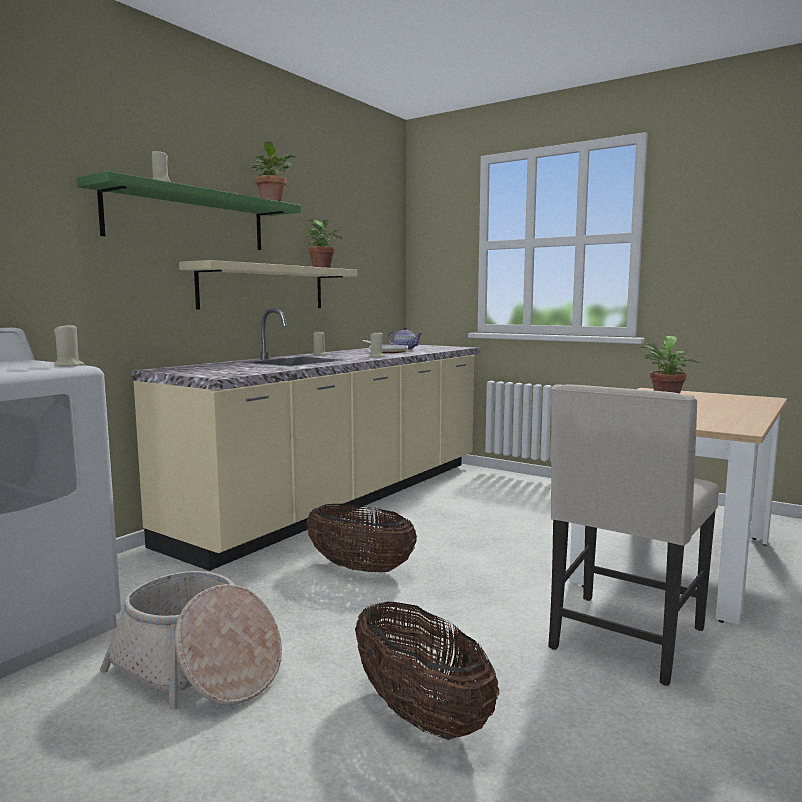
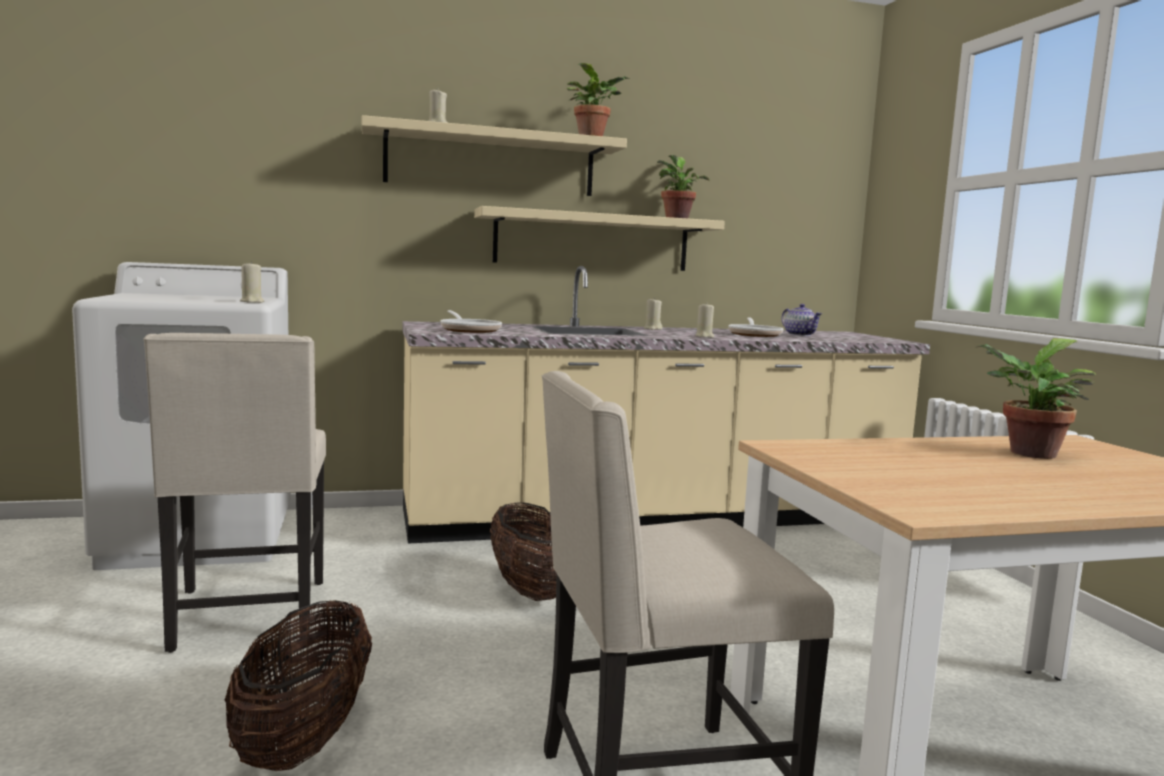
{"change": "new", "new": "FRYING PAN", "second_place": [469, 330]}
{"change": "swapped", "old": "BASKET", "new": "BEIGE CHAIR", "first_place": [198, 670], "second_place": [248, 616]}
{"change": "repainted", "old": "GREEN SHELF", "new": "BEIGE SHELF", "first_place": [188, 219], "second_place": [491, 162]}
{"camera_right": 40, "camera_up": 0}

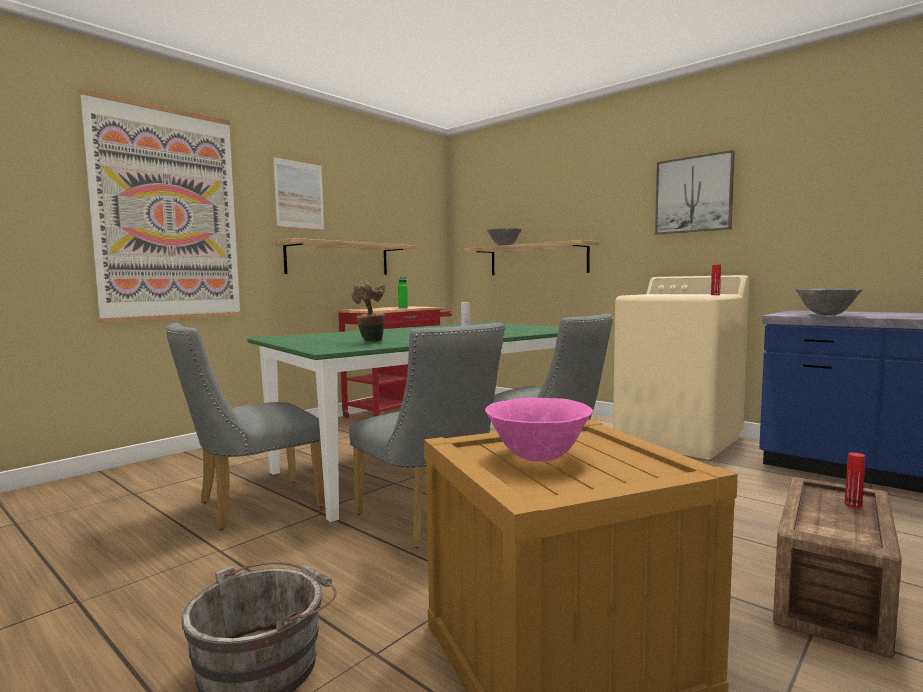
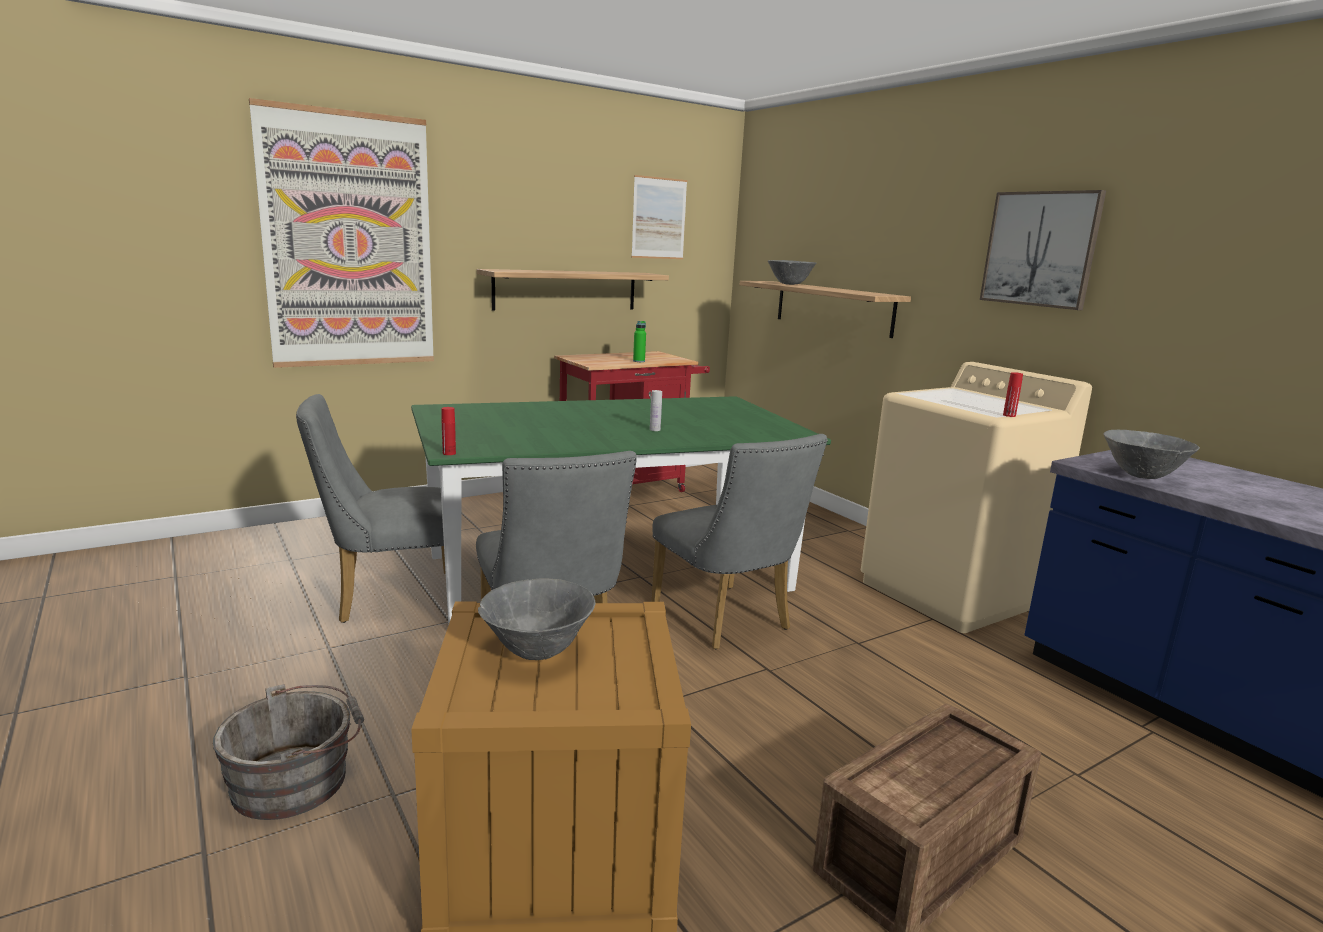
{"change": "gone", "old": "POTTED PLANT", "first_place": [370, 342]}
{"change": "shifted", "old": "PICTURE", "first_place": [299, 195], "second_place": [659, 218]}
{"change": "shifted", "old": "RED BOTTLE", "first_place": [853, 505], "second_place": [449, 453]}
{"change": "repainted", "old": "PINK BOWL", "new": "GREY BOWL", "first_place": [538, 458], "second_place": [537, 652]}
{"camera_right": 15, "camera_up": 10}

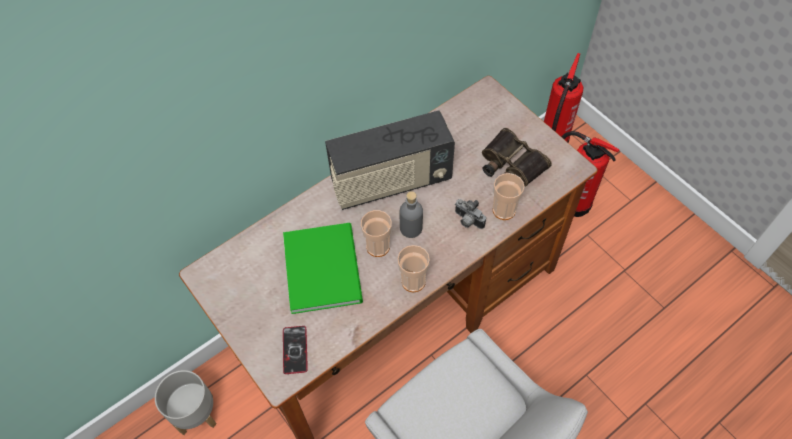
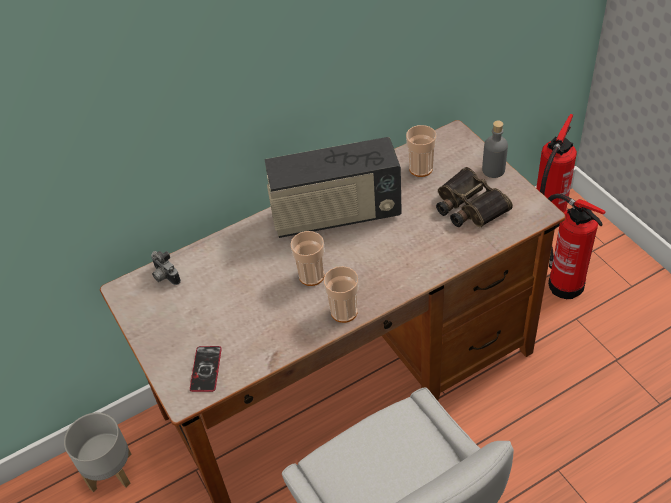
{"change": "gone", "old": "GREEN BOOK", "first_place": [324, 266]}
{"change": "shifted", "old": "GREY BOTTLE", "first_place": [411, 228], "second_place": [493, 170]}
{"change": "shifted", "old": "PHOTO CAMERA", "first_place": [467, 221], "second_place": [164, 277]}
{"change": "shifted", "old": "CUP", "first_place": [504, 210], "second_place": [421, 169]}
{"camera_right": 10, "camera_up": -10}

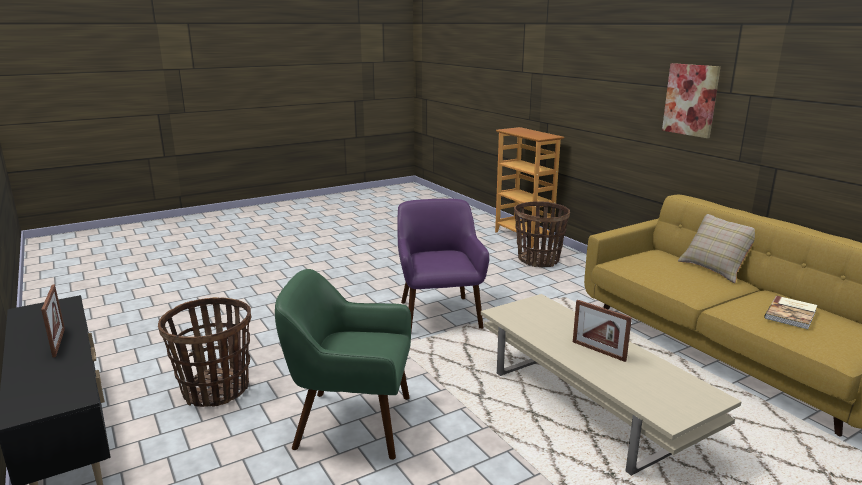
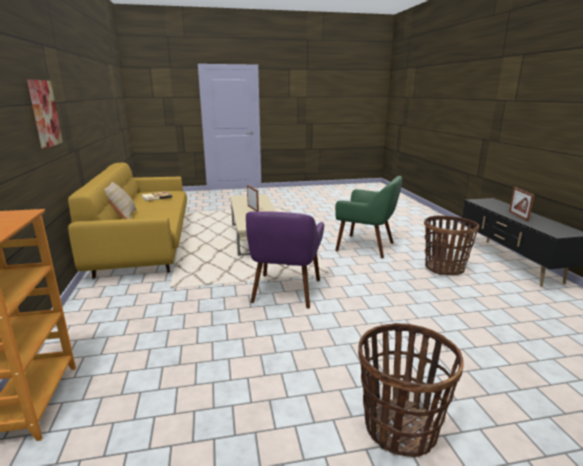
{"change": "shifted", "old": "BASKET", "first_place": [538, 260], "second_place": [399, 427]}
{"camera_right": -160, "camera_up": 0}

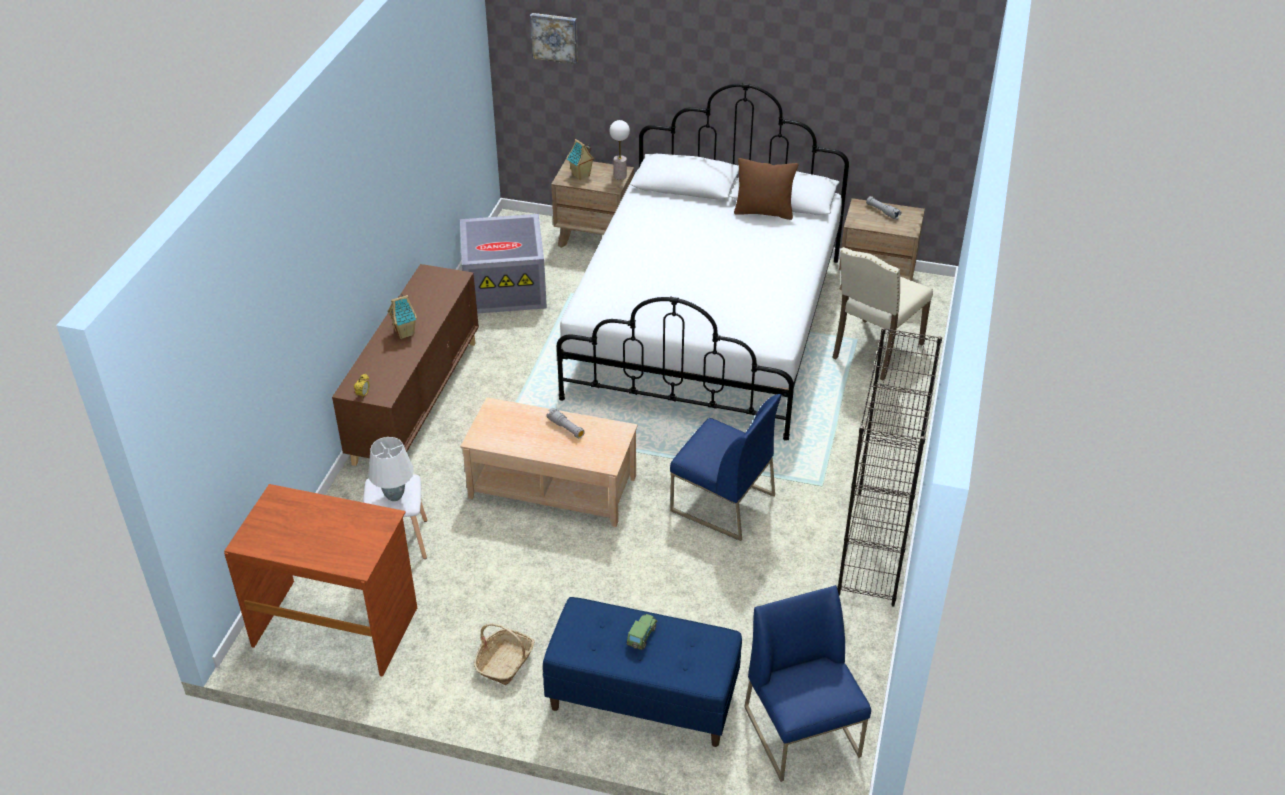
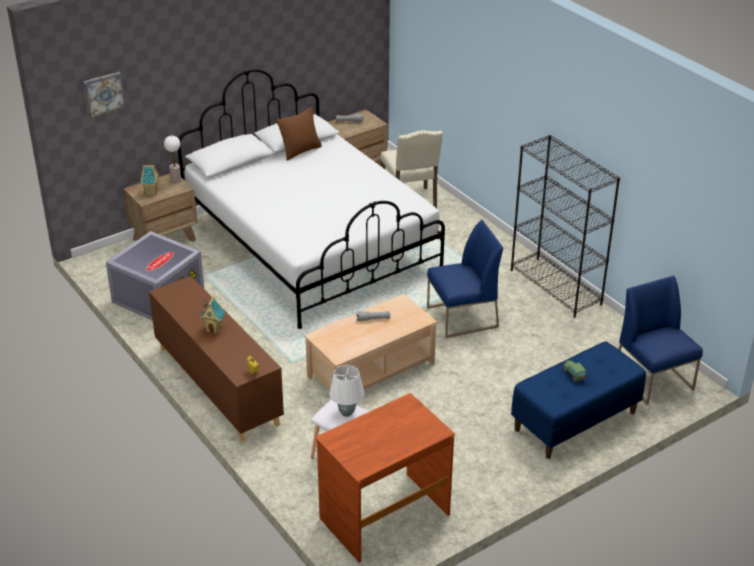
{"change": "gone", "old": "BASKET", "first_place": [505, 662]}
{"change": "rotated", "old": "BLUE CHAIR", "first_place": [803, 732], "second_place": [654, 379], "degrees": 45}
{"camera_right": -50, "camera_up": -5}

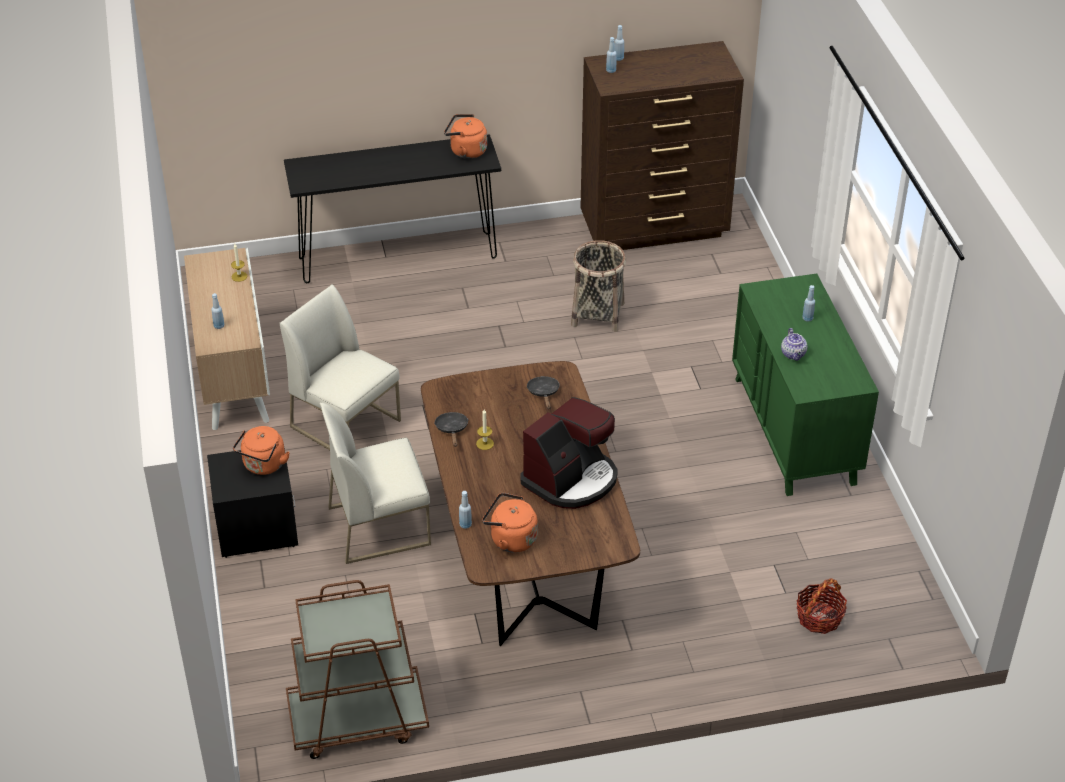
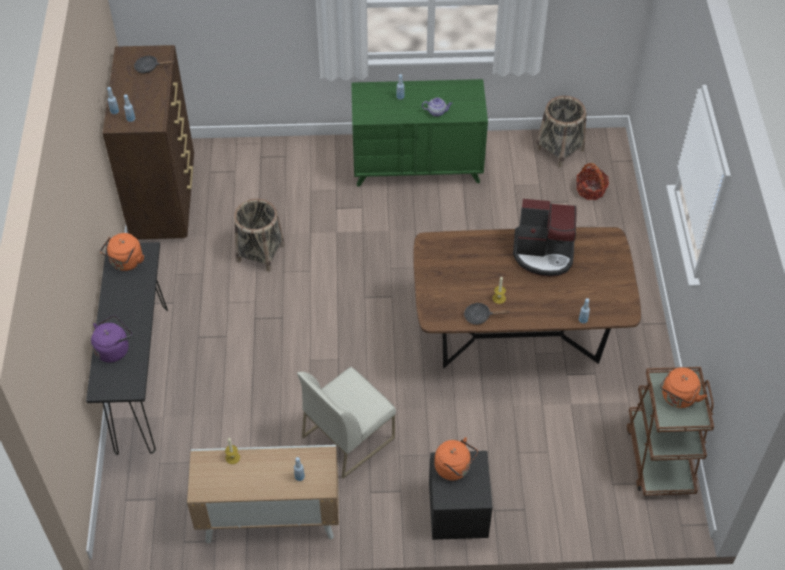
{"change": "gone", "old": "WHITE CHAIR", "first_place": [379, 525]}
{"change": "new", "new": "PURPLE KETTLE", "second_place": [114, 349]}
{"change": "new", "new": "BASKET", "second_place": [559, 149]}
{"change": "shifted", "old": "ORANGE KETTLE", "first_place": [510, 539], "second_place": [678, 398]}
{"change": "shifted", "old": "BLACK FRYING PAN", "first_place": [543, 393], "second_place": [149, 67]}
{"change": "rotated", "old": "COFFEE MACHINE", "first_place": [571, 479], "second_place": [544, 253], "degrees": 135}
{"camera_right": -80, "camera_up": 10}

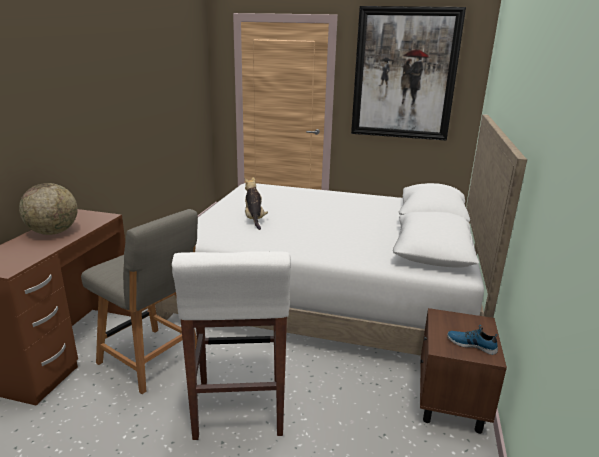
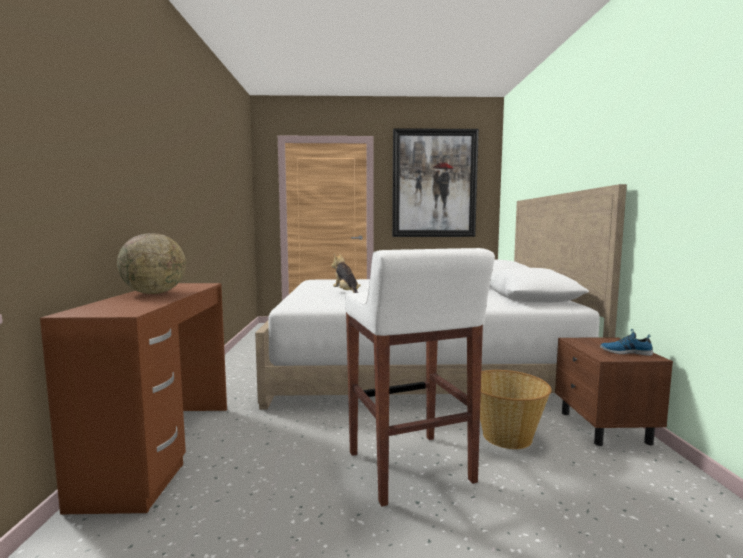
{"change": "gone", "old": "GREY CHAIR", "first_place": [152, 360]}
{"change": "new", "new": "BASKET", "second_place": [506, 436]}
{"camera_right": -15, "camera_up": -15}

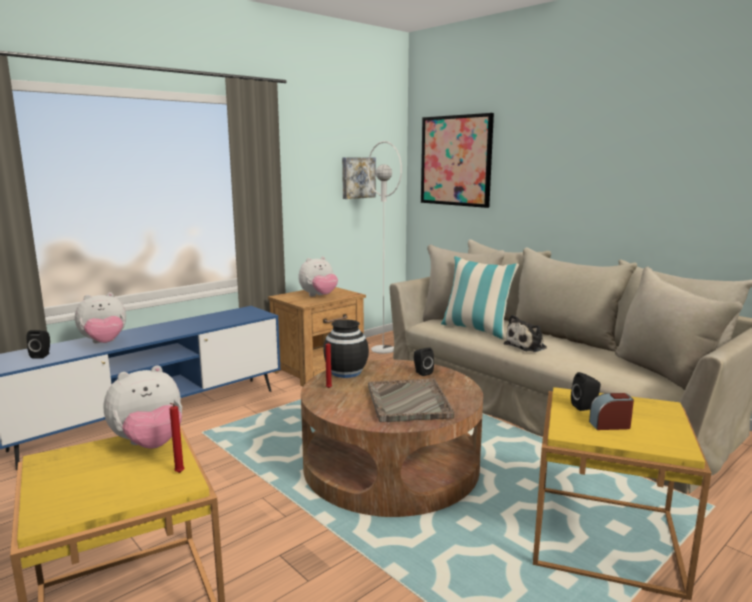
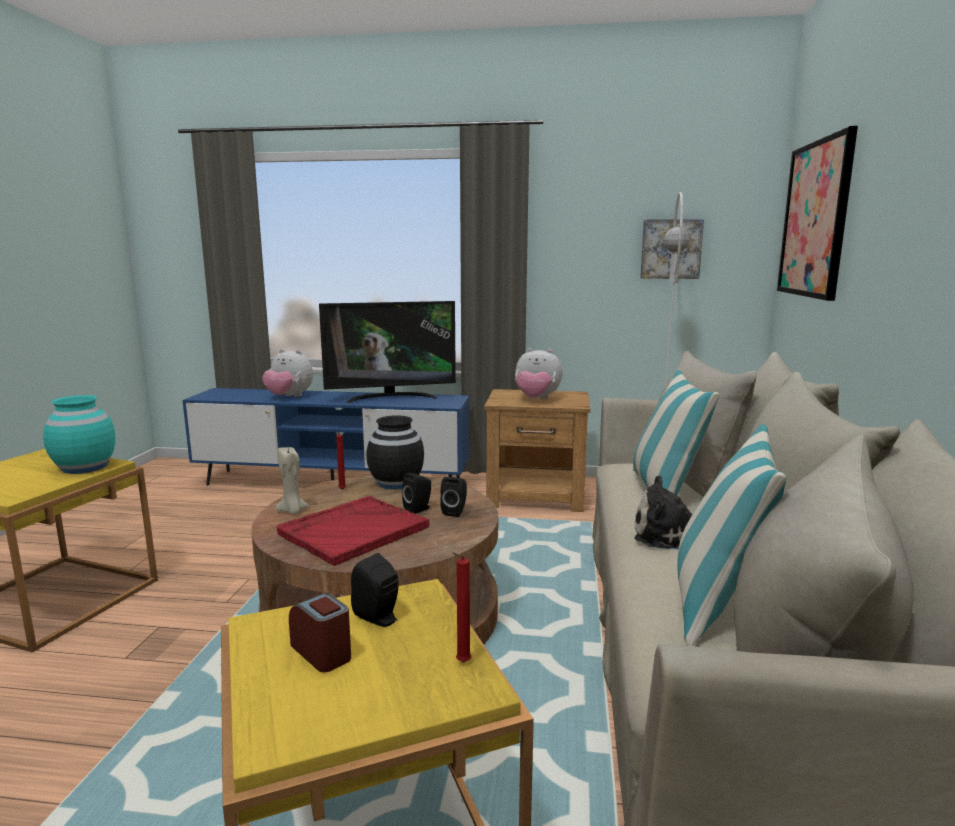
{"change": "new", "new": "BEIGE CANDLE", "second_place": [292, 511]}
{"change": "new", "new": "TELEVISION", "second_place": [390, 397]}
{"change": "new", "new": "PILLOW", "second_place": [718, 602]}
{"change": "shifted", "old": "BLACK SPEAKER", "first_place": [42, 355], "second_place": [419, 509]}
{"change": "shifted", "old": "RED CANDLE", "first_place": [179, 473], "second_place": [461, 663]}
{"change": "swapped", "old": "PLUSH TOY", "new": "TURQUOISE VASE", "first_place": [149, 444], "second_place": [84, 467]}
{"change": "repainted", "old": "GREY TRAY", "new": "RED TRAY", "first_place": [408, 402], "second_place": [352, 531]}
{"camera_right": 50, "camera_up": 0}

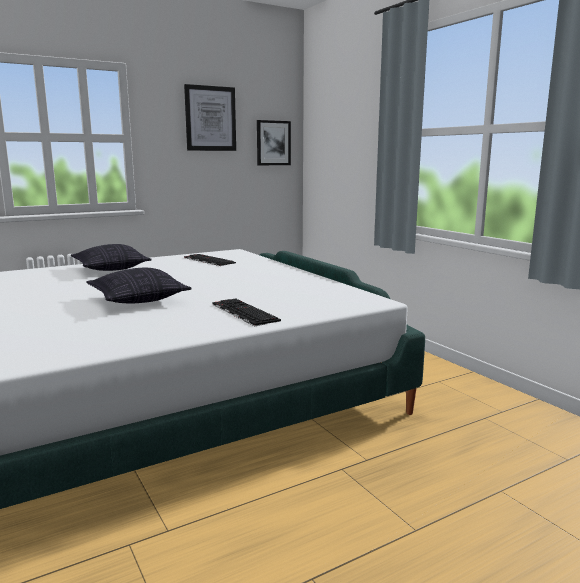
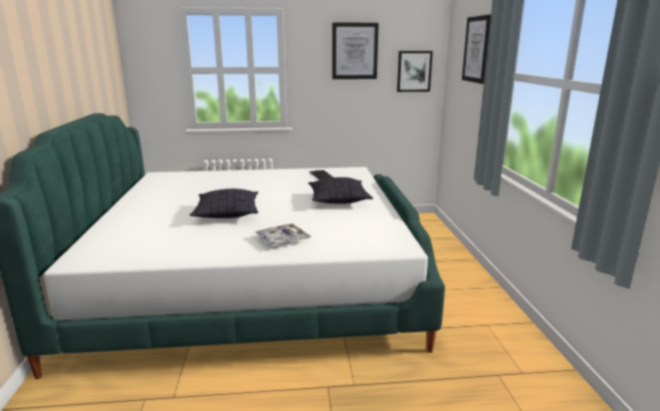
{"change": "new", "new": "PICTURE", "second_place": [476, 49]}
{"change": "shifted", "old": "PILLOW", "first_place": [111, 269], "second_place": [338, 200]}
{"change": "swapped", "old": "KEYBOARD", "new": "TRAY", "first_place": [243, 312], "second_place": [282, 240]}
{"camera_right": 25, "camera_up": 5}

